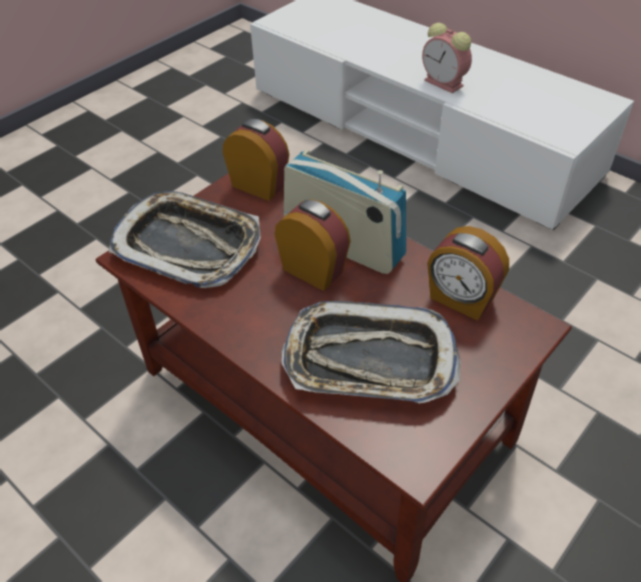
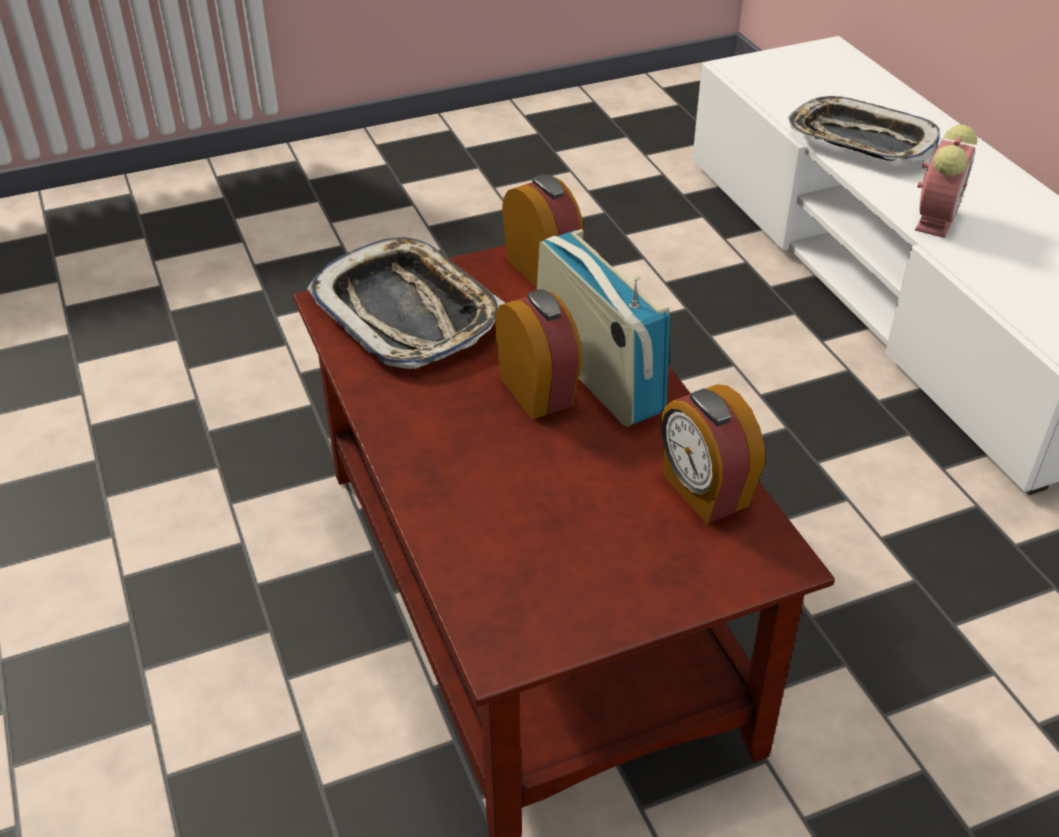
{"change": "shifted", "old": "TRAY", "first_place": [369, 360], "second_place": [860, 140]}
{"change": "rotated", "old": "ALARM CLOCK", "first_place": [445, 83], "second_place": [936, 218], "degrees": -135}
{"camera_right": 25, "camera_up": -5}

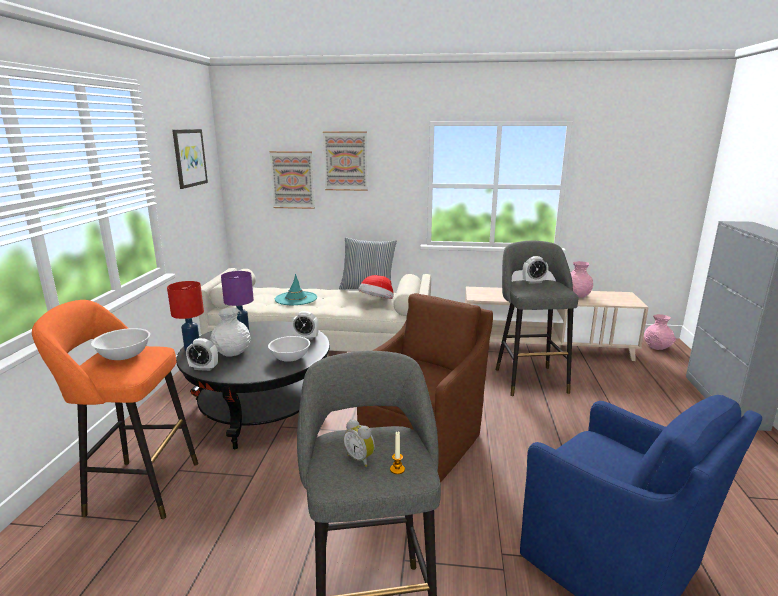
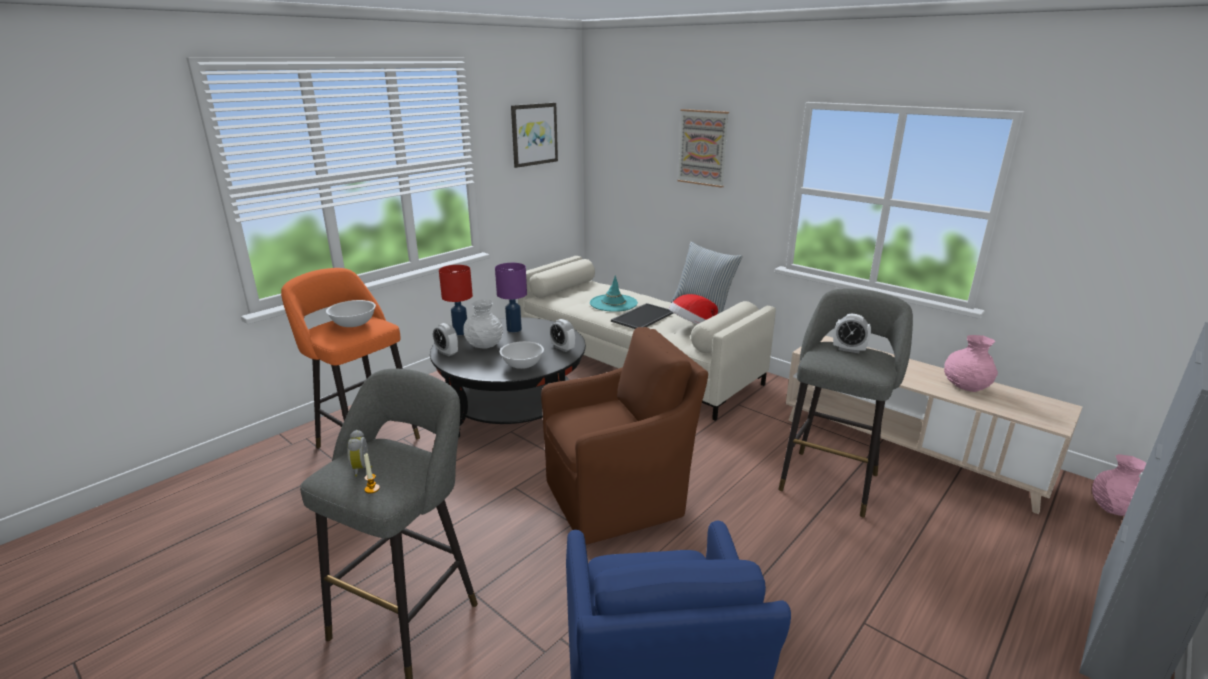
{"change": "gone", "old": "PICTURE", "first_place": [292, 180]}
{"change": "new", "new": "TRAY", "second_place": [642, 316]}
{"camera_right": 35, "camera_up": 5}

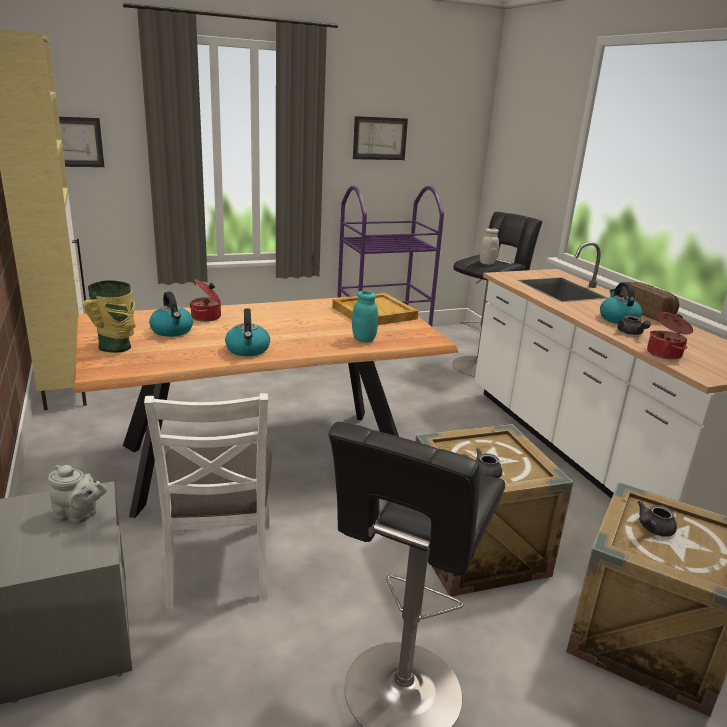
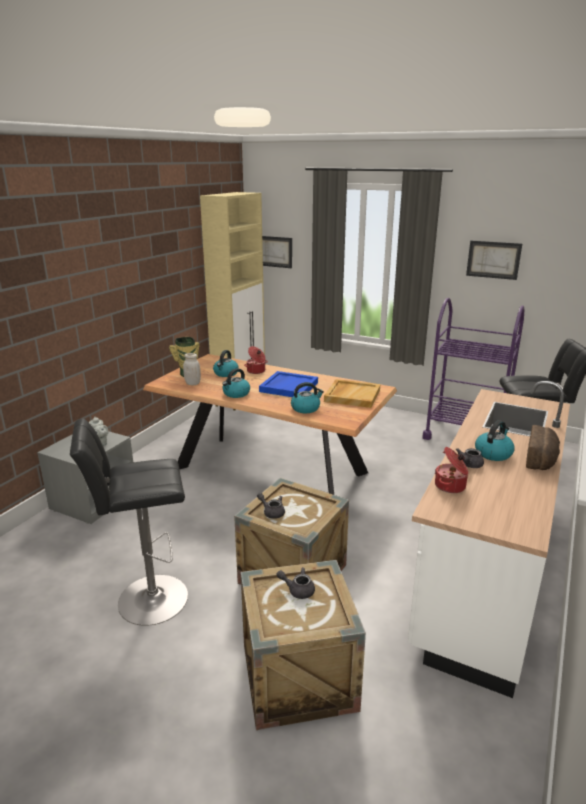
{"change": "gone", "old": "WHITE CHAIR", "first_place": [219, 562]}
{"change": "new", "new": "BLUE TRAY", "second_place": [288, 387]}
{"change": "shifted", "old": "WHITE JAR", "first_place": [487, 263], "second_place": [192, 383]}
{"change": "swapped", "old": "TURQUOISE JAR", "new": "KETTLE", "first_place": [364, 339], "second_place": [306, 408]}
{"camera_right": 50, "camera_up": 0}

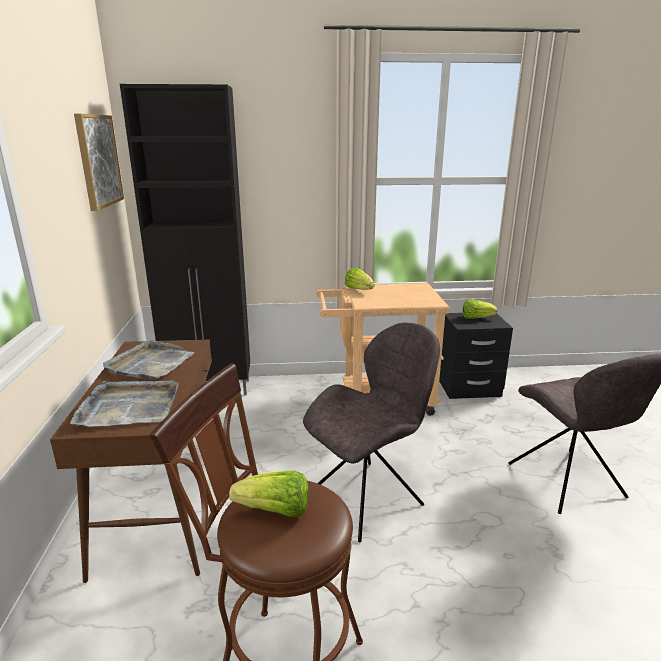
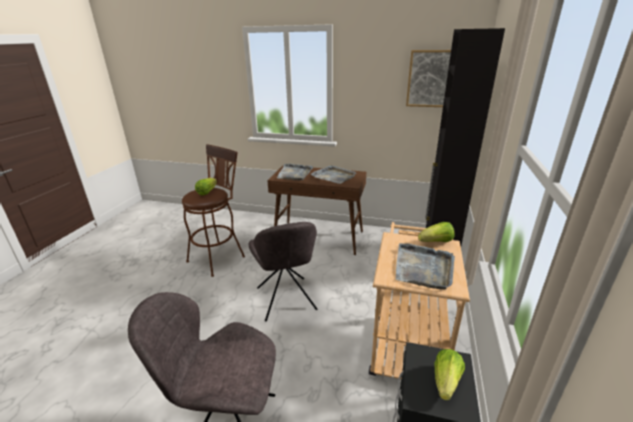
{"change": "new", "new": "GREY TRAY", "second_place": [423, 268]}
{"camera_right": 110, "camera_up": 5}

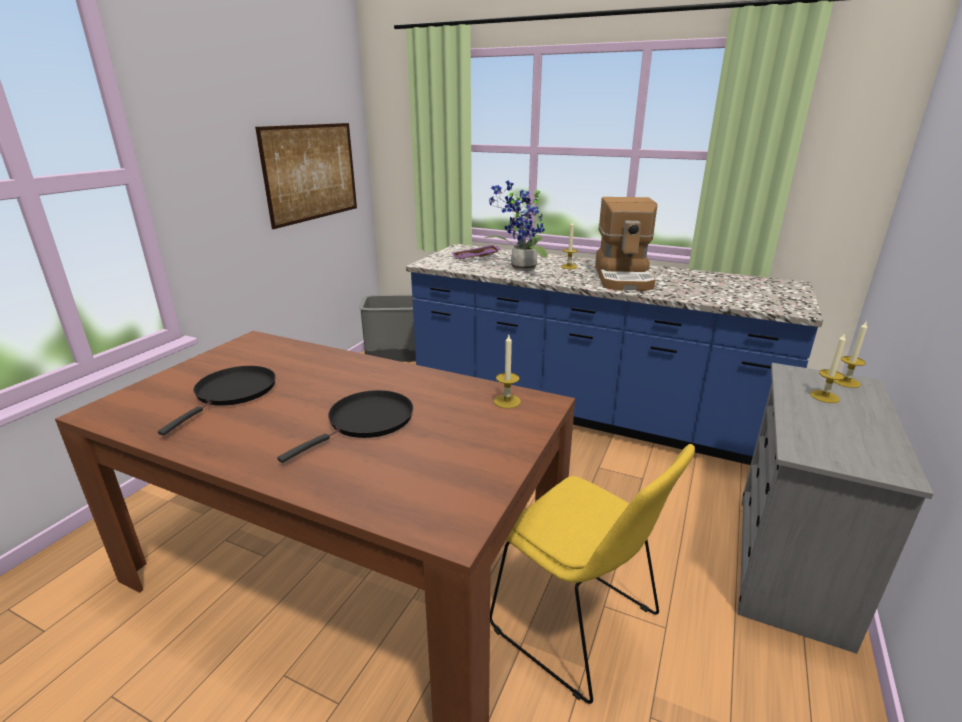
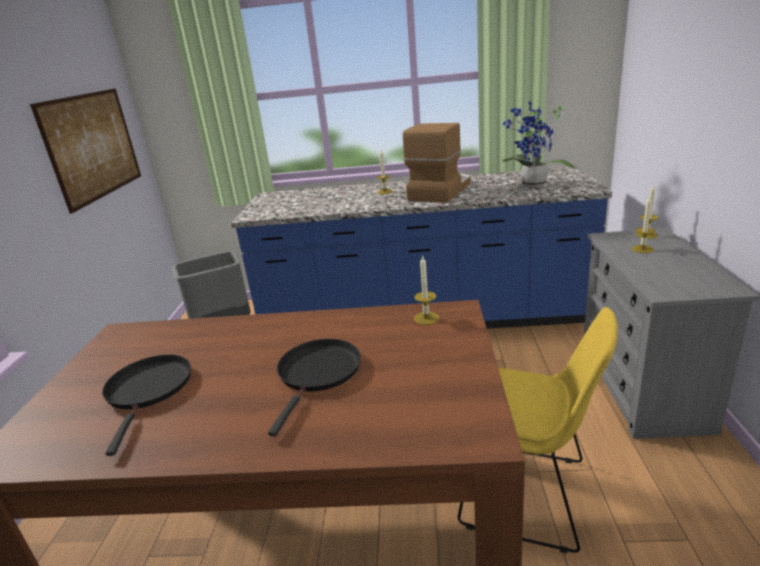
{"change": "gone", "old": "PURPLE TRAY", "first_place": [476, 258]}
{"change": "shifted", "old": "POTTED PLANT", "first_place": [520, 269], "second_place": [532, 186]}
{"change": "rotated", "old": "COFFEE MACHINE", "first_place": [624, 277], "second_place": [439, 191], "degrees": -135}
{"camera_right": -20, "camera_up": 0}

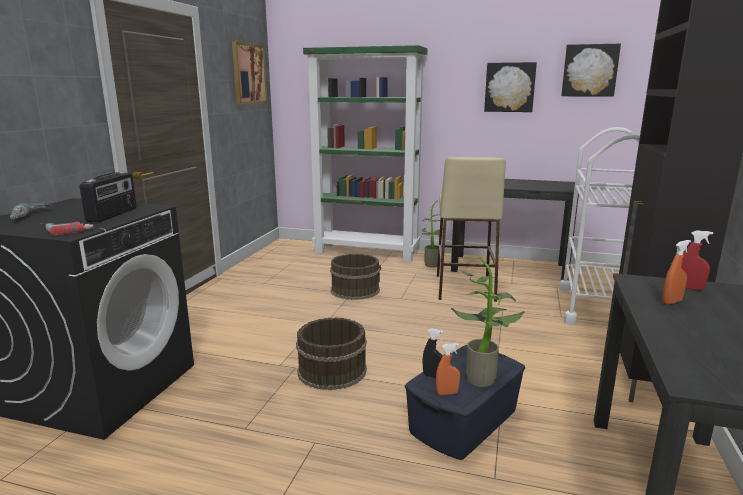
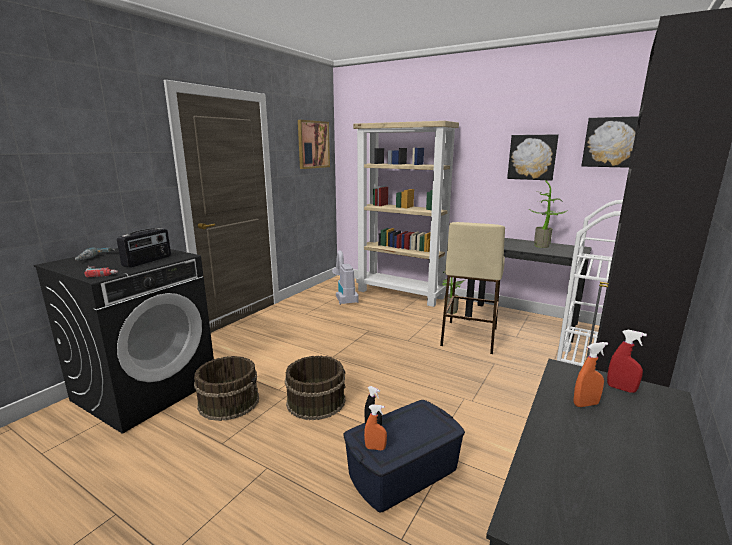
{"change": "new", "new": "VACUUM CLEANER", "second_place": [344, 296]}
{"change": "shifted", "old": "BROWN BUCKET", "first_place": [355, 290], "second_place": [229, 402]}
{"change": "shifted", "old": "POTTED PLANT", "first_place": [483, 377], "second_place": [543, 246]}
{"change": "repainted", "old": "GREEN BOOKCASE", "new": "BEIGE BOOKCASE", "first_place": [367, 252], "second_place": [401, 294]}
{"camera_right": 15, "camera_up": 0}

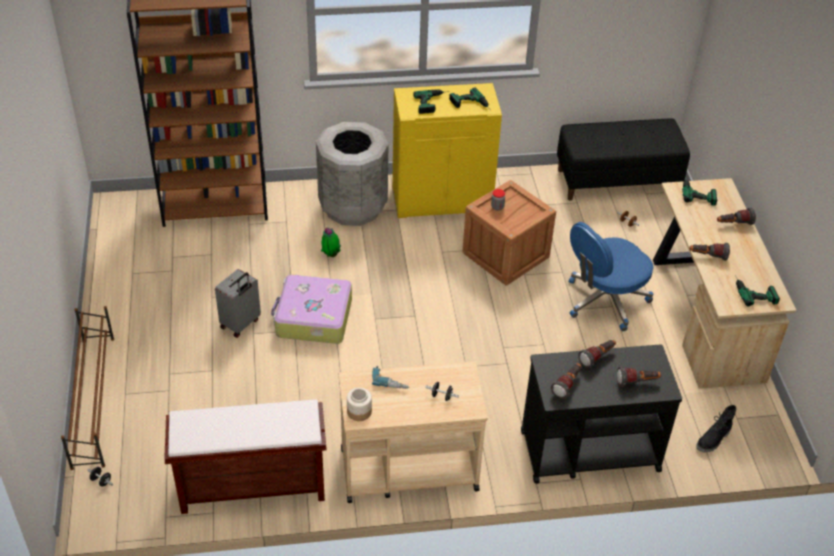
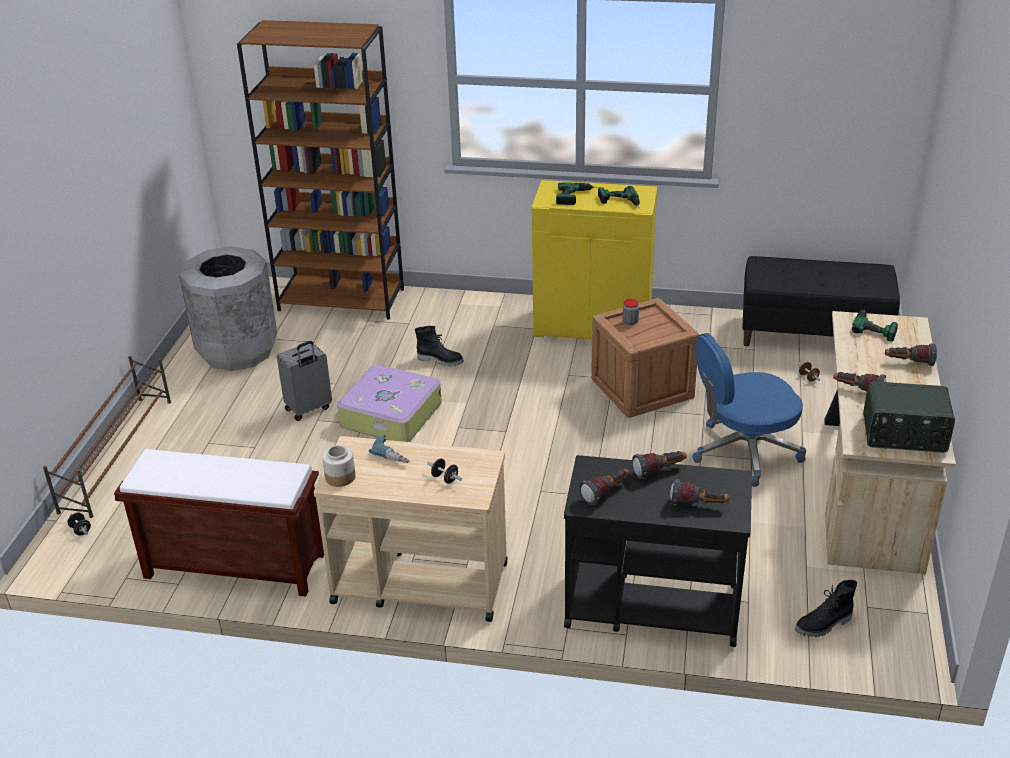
{"change": "shifted", "old": "GREY TRASH CAN", "first_place": [352, 207], "second_place": [237, 351]}
{"change": "swapped", "old": "POTTED PLANT", "new": "BLACK BOOT", "first_place": [331, 255], "second_place": [440, 360]}
{"change": "swapped", "old": "POWER DRILL", "new": "RADIO", "first_place": [753, 291], "second_place": [904, 435]}
{"camera_right": 20, "camera_up": -10}

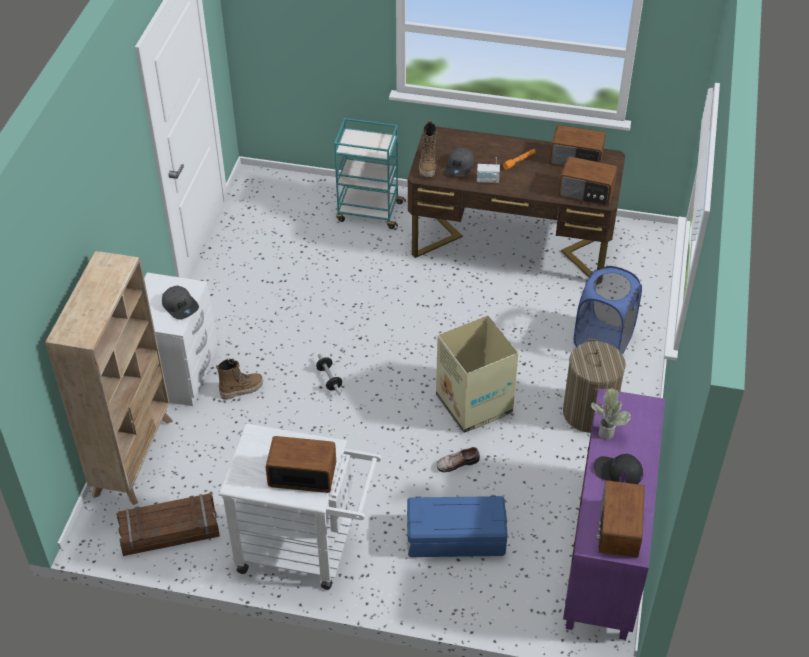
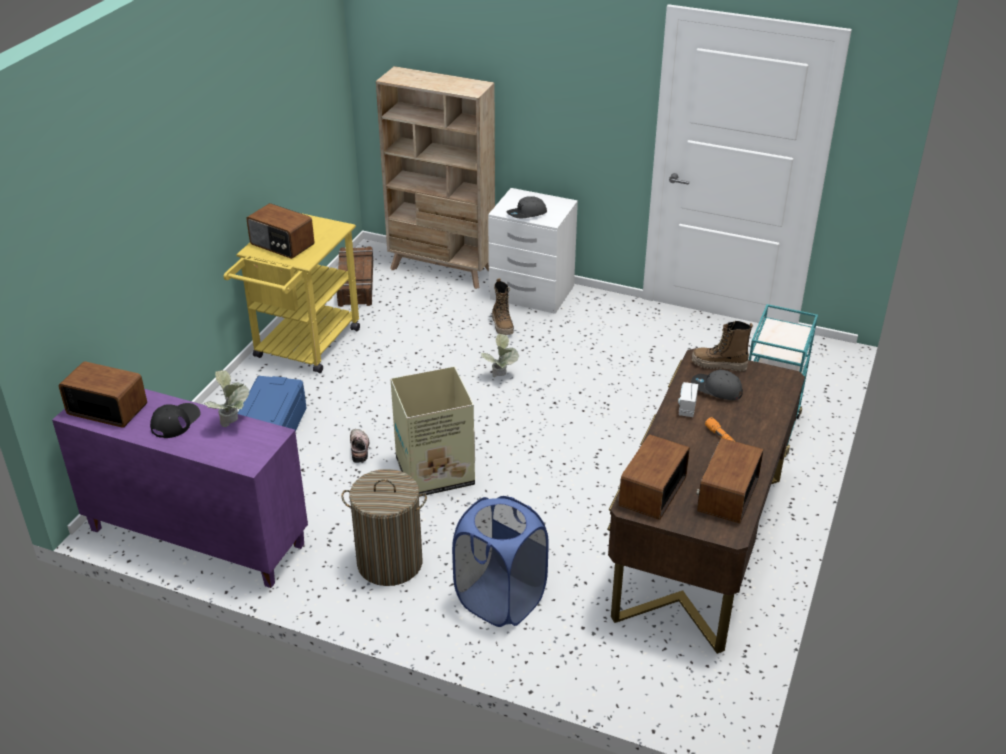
{"change": "swapped", "old": "DUMBBELL", "new": "POTTED PLANT", "first_place": [329, 379], "second_place": [500, 377]}
{"change": "repainted", "old": "WHITE CART", "new": "YELLOW CART", "first_place": [305, 549], "second_place": [303, 348]}
{"change": "rotated", "old": "RADIO", "first_place": [302, 474], "second_place": [282, 245], "degrees": 105}
{"camera_right": 100, "camera_up": -10}

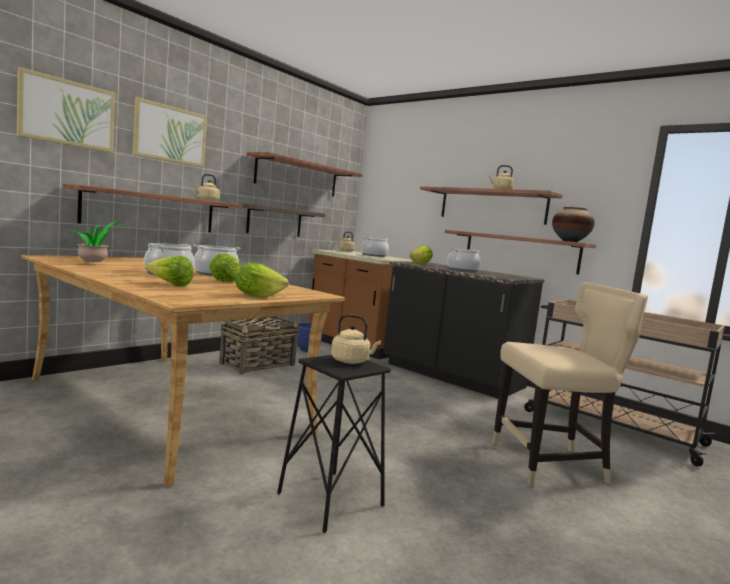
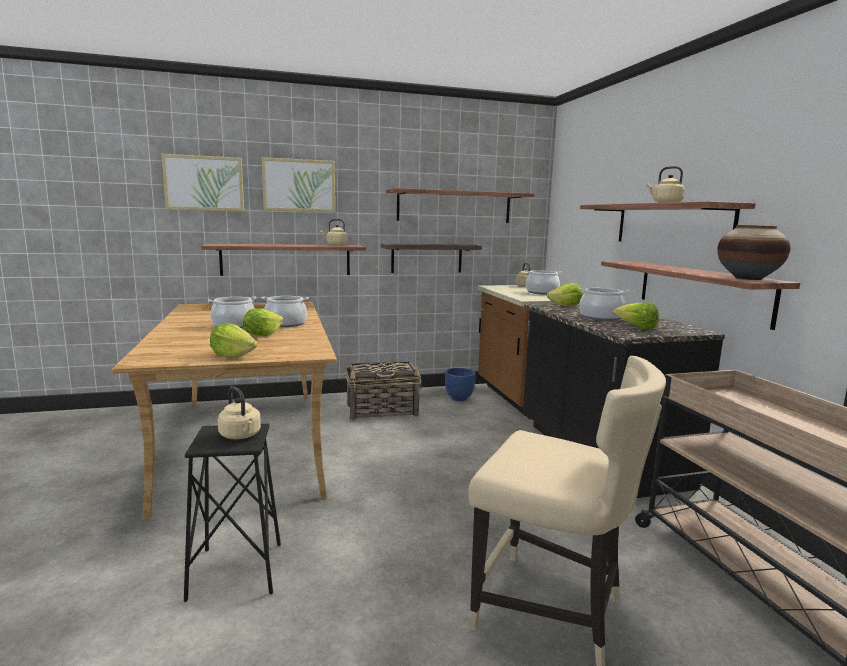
{"change": "gone", "old": "POTTED PLANT", "first_place": [95, 264]}
{"change": "shifted", "old": "LETTUCE", "first_place": [170, 285], "second_place": [636, 328]}
{"camera_right": 35, "camera_up": 5}

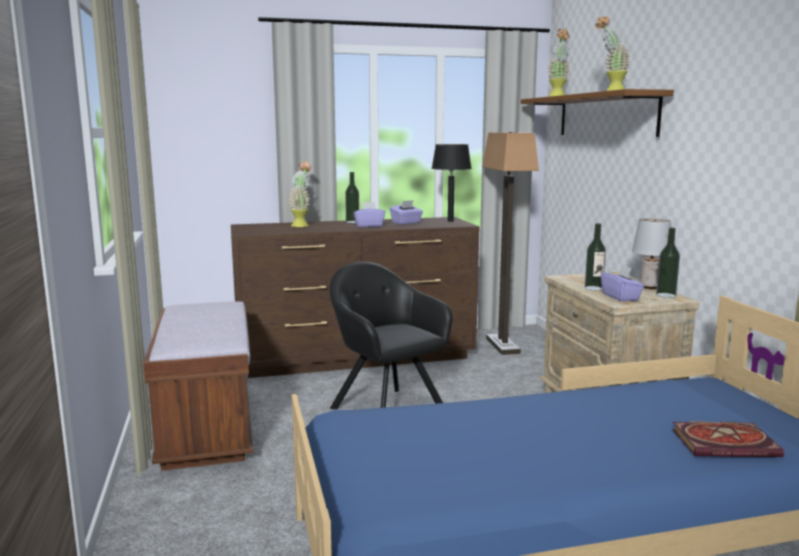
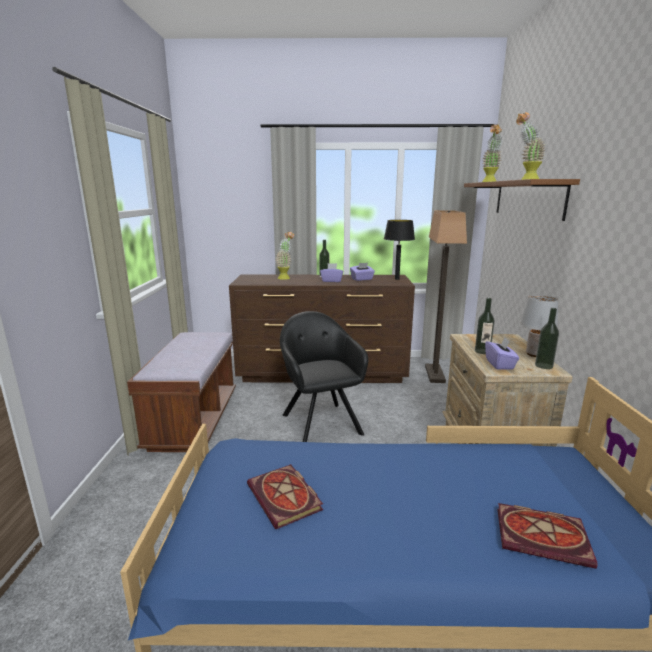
{"change": "new", "new": "BOOK", "second_place": [286, 498]}
{"camera_right": 15, "camera_up": 5}

